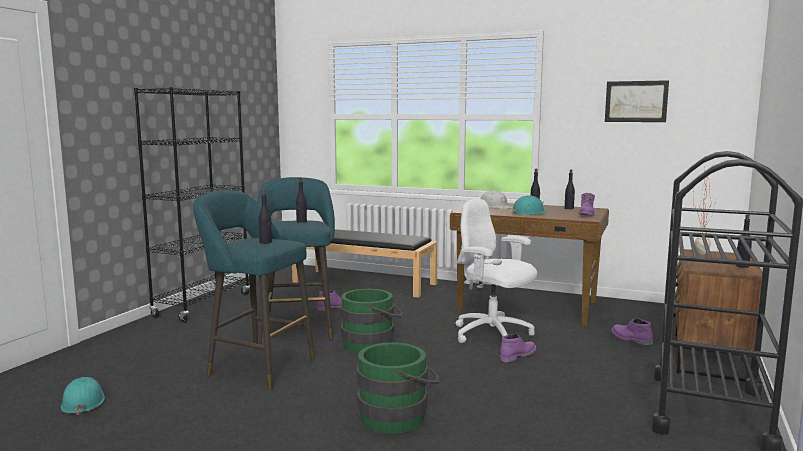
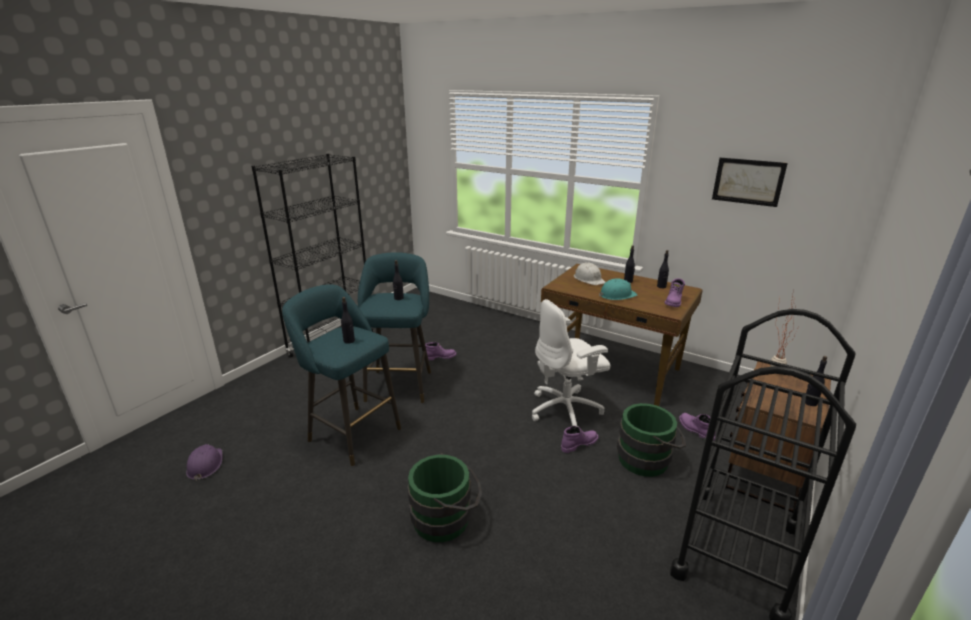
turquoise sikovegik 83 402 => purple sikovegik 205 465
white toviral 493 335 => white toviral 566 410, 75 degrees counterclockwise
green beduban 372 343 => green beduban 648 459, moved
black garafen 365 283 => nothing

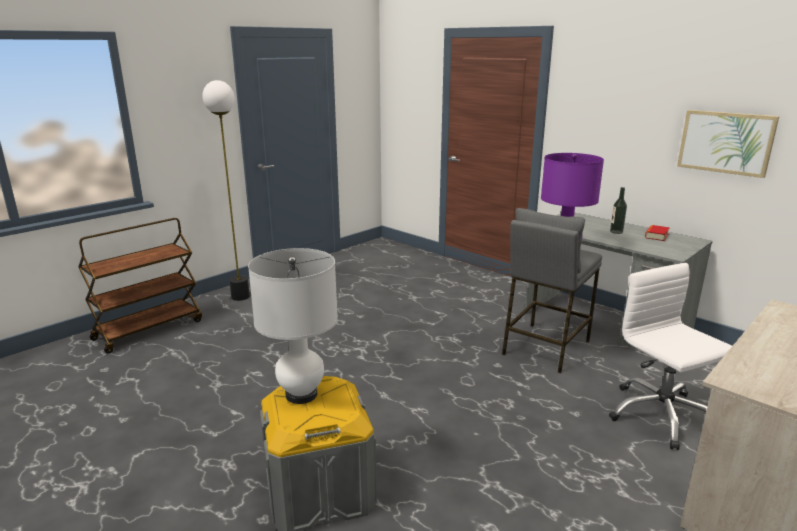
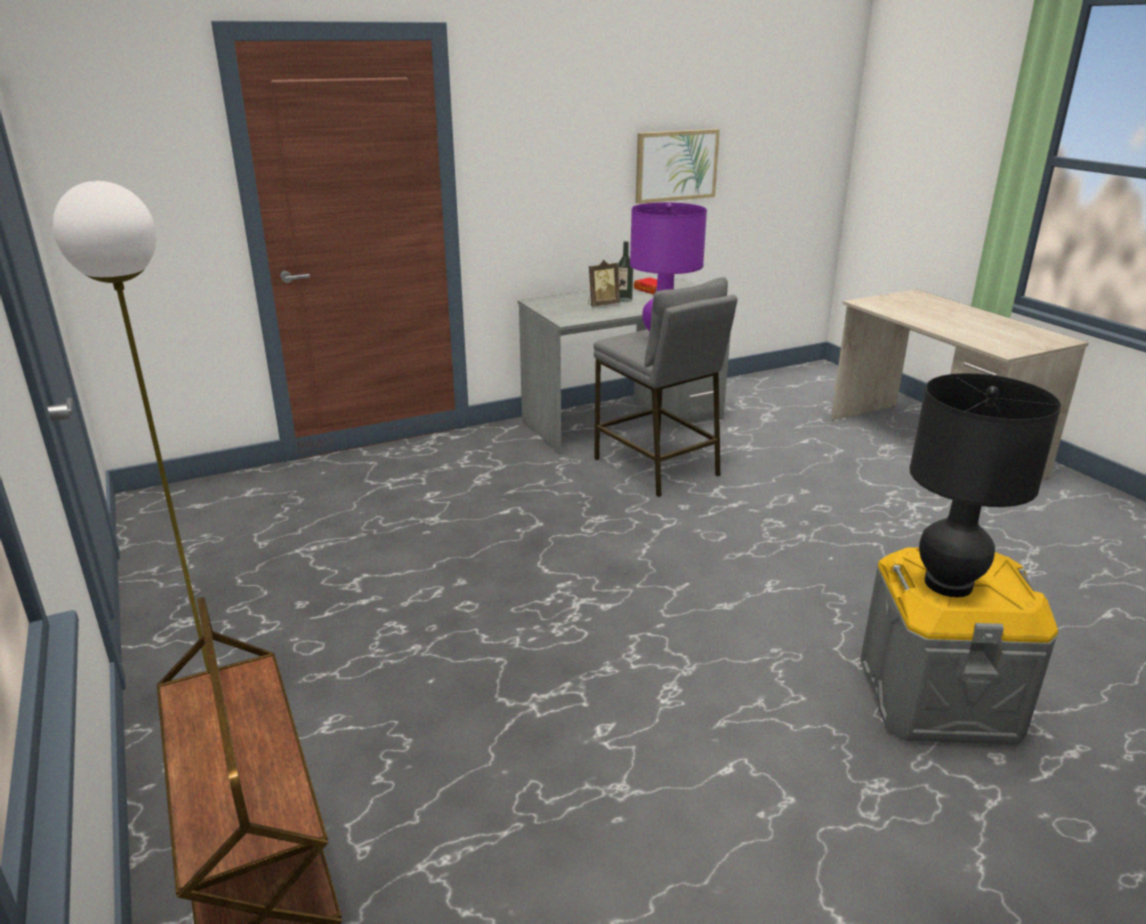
nothing => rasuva 602 304
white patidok 301 394 => black patidok 948 584
white toviral 660 415 => nothing

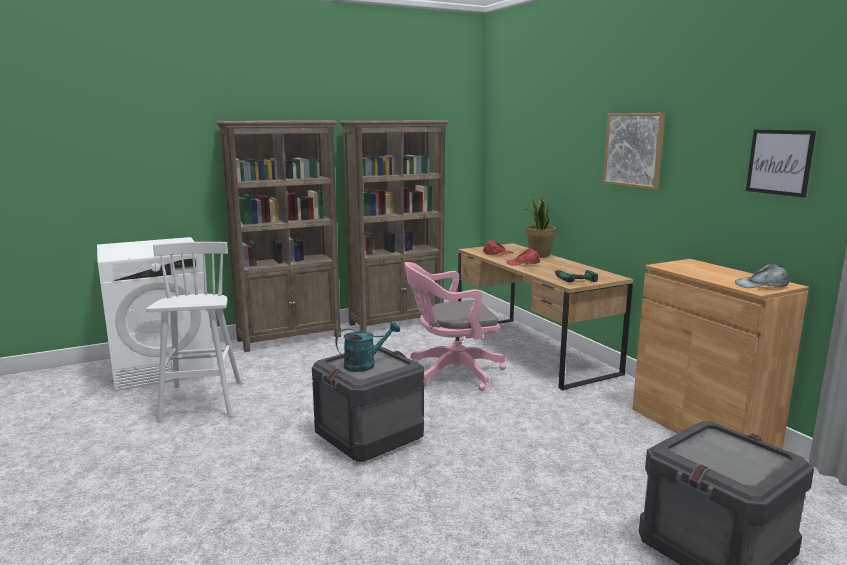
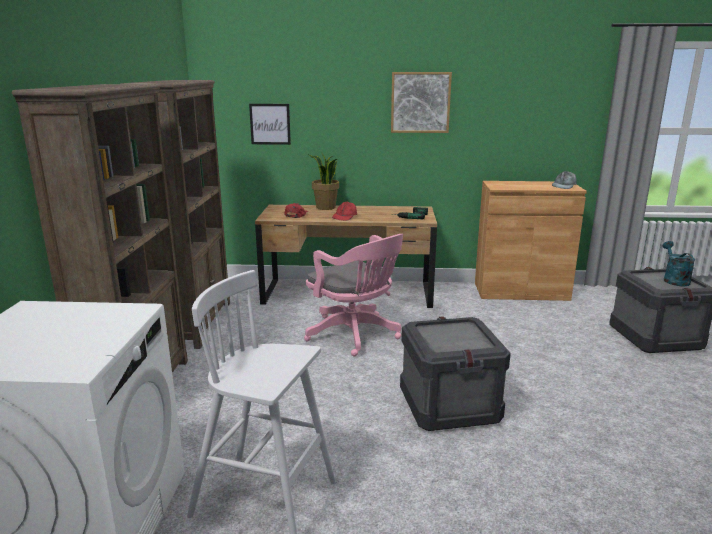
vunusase 779 162 => vunusase 270 124, moved
pink toviral 451 373 => pink toviral 356 335, 60 degrees counterclockwise
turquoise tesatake 365 364 => turquoise tesatake 674 279, moved

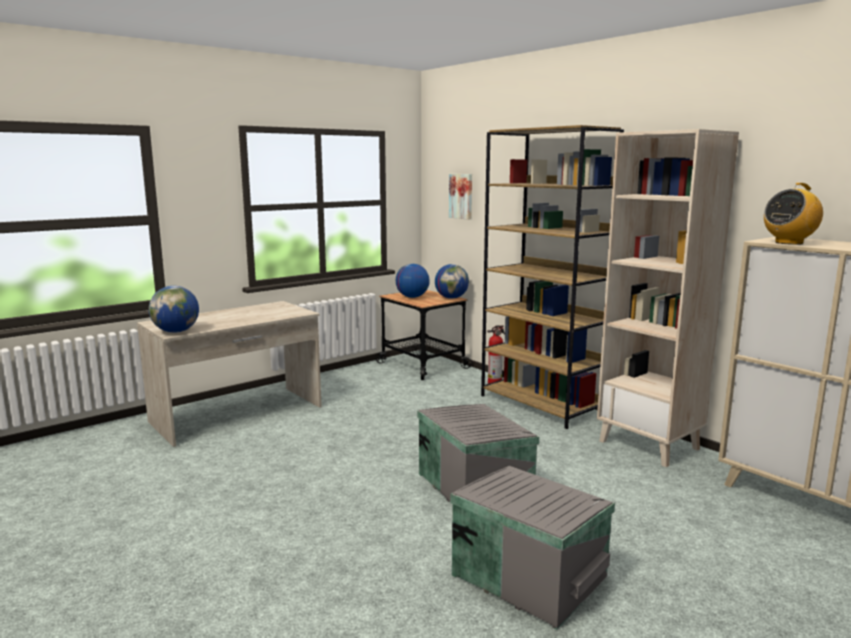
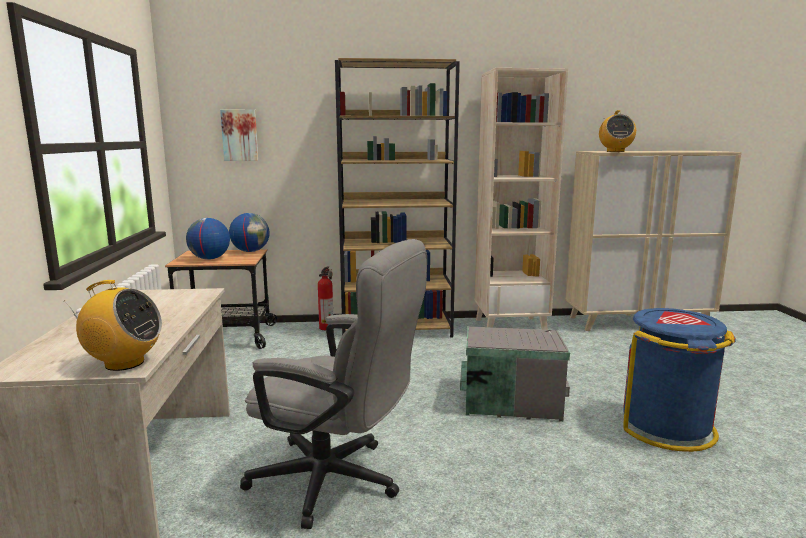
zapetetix 176 331 => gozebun 124 363
nothing => grey toviral 337 482
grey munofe 529 574 => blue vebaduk 667 427

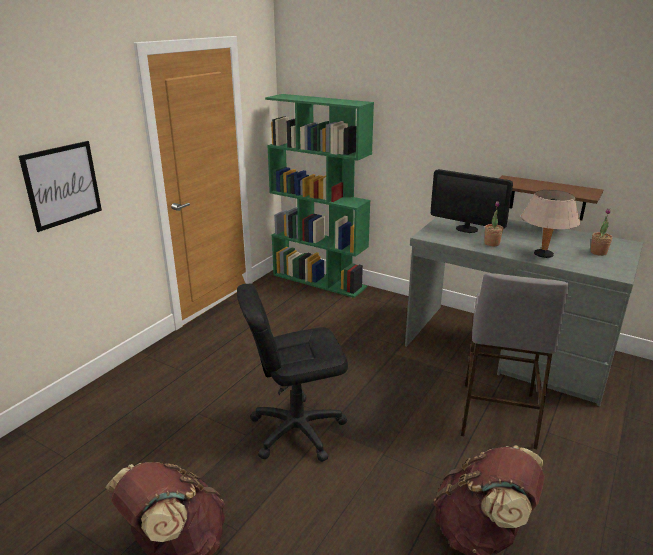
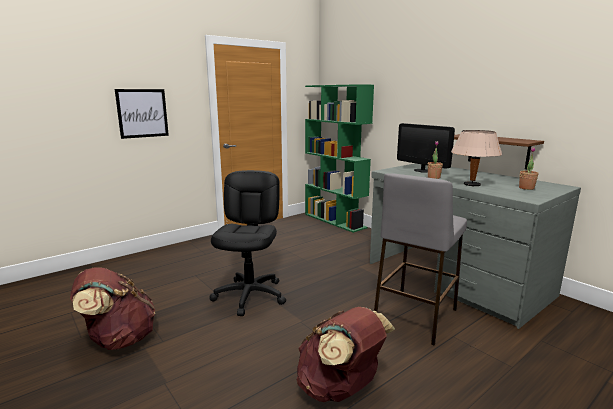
black toviral 297 430 => black toviral 250 296, 90 degrees clockwise

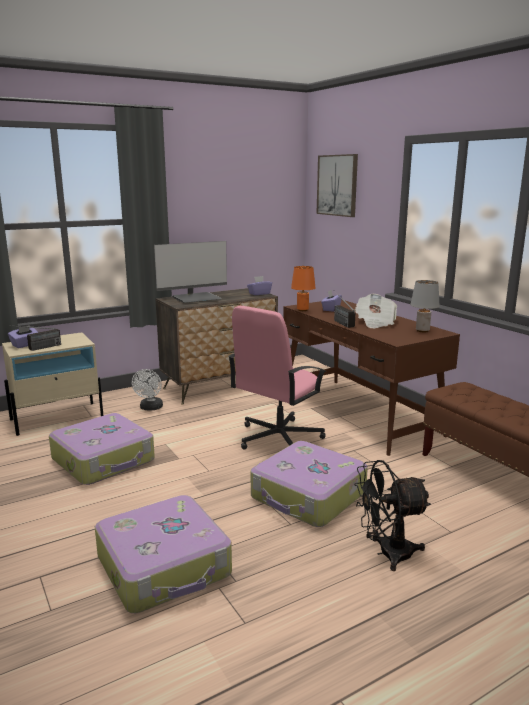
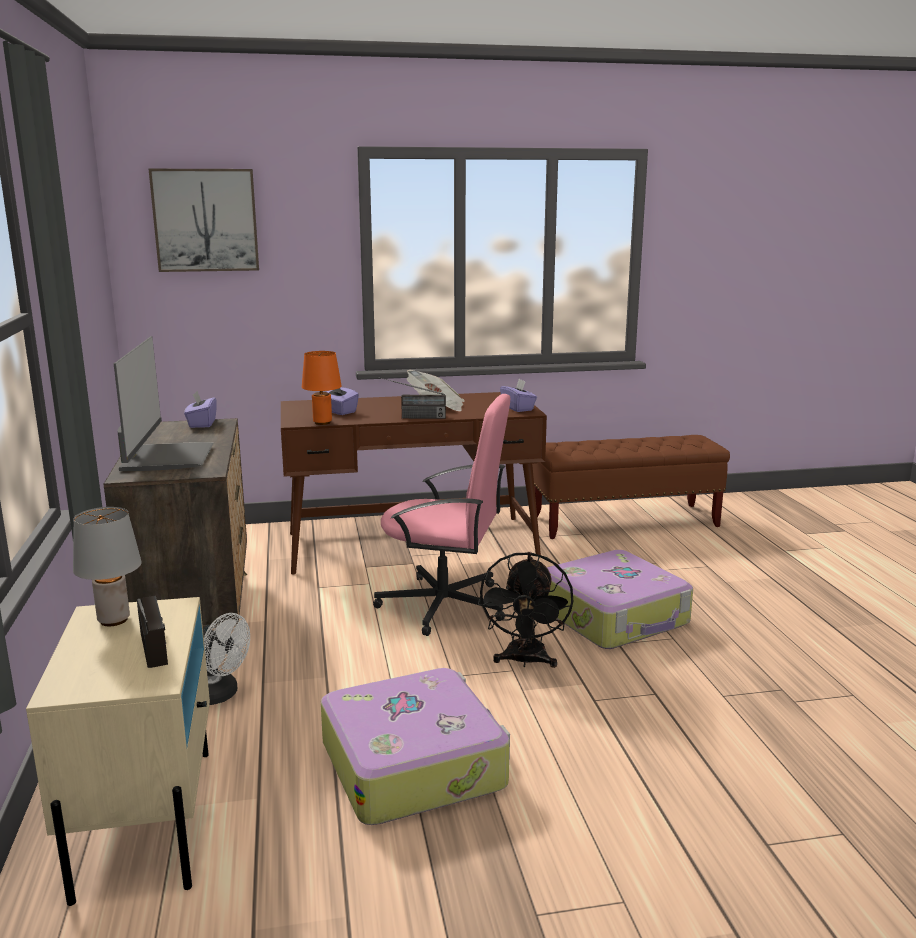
grey patidok 423 331 => grey patidok 114 620, moved
pink toviral 278 438 => pink toviral 445 605, 45 degrees counterclockwise
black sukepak 387 553 => black sukepak 525 661, moved
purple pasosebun 25 345 => purple pasosebun 518 408, moved
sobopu 165 566 => nothing

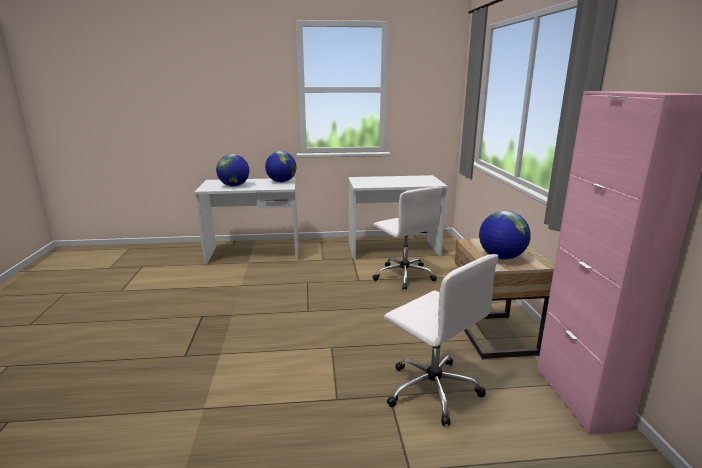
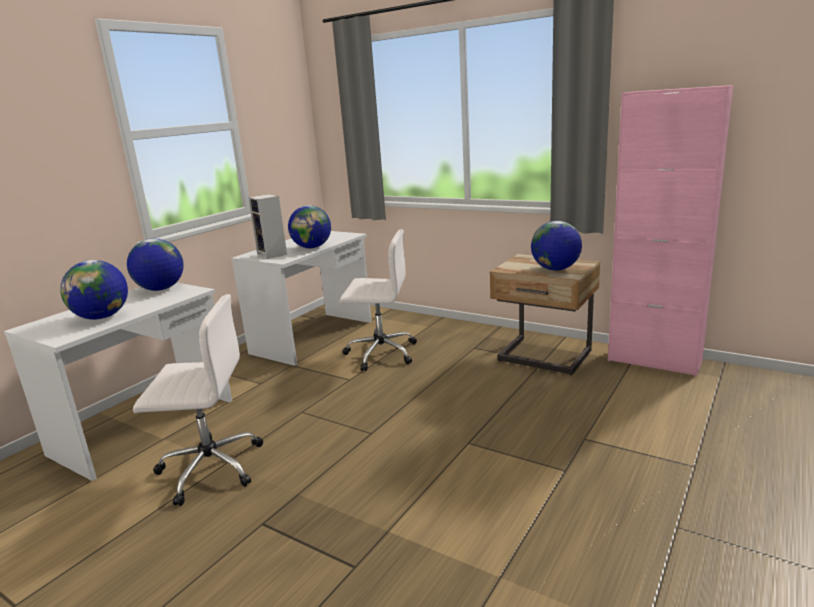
white toviral 431 389 => white toviral 209 467, moved
nothing => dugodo 273 254
nothing => zapetetix 312 247

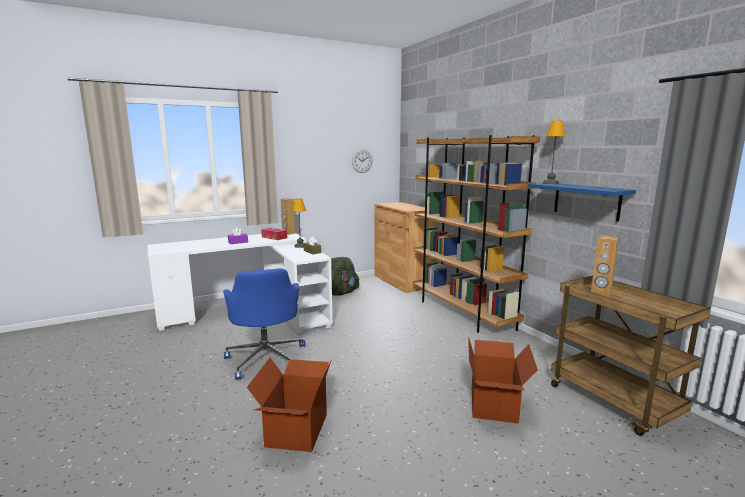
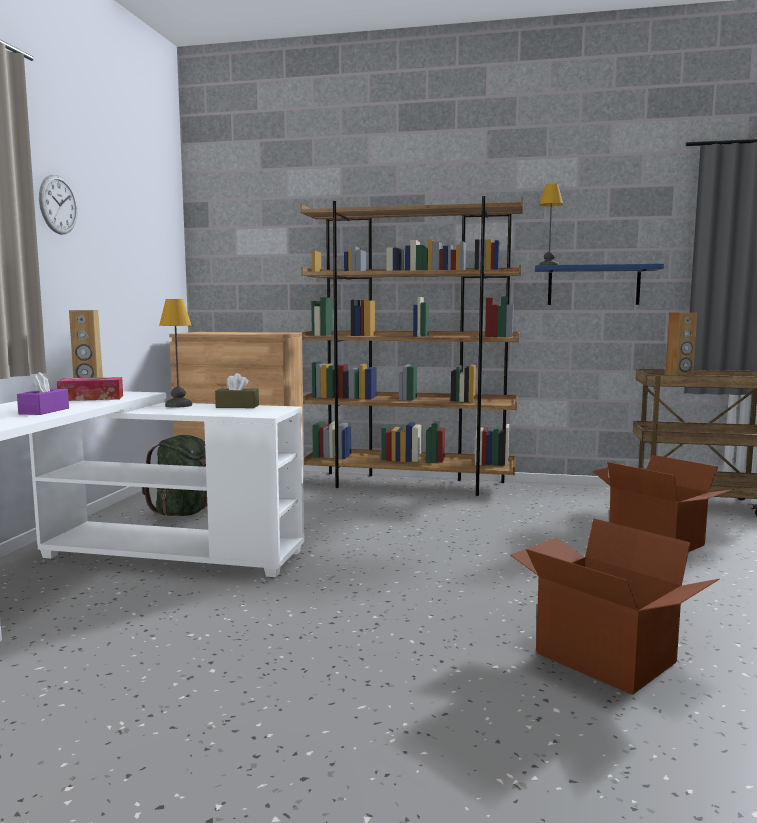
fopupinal 362 161 => fopupinal 58 204, moved
blue toviral 266 358 => nothing

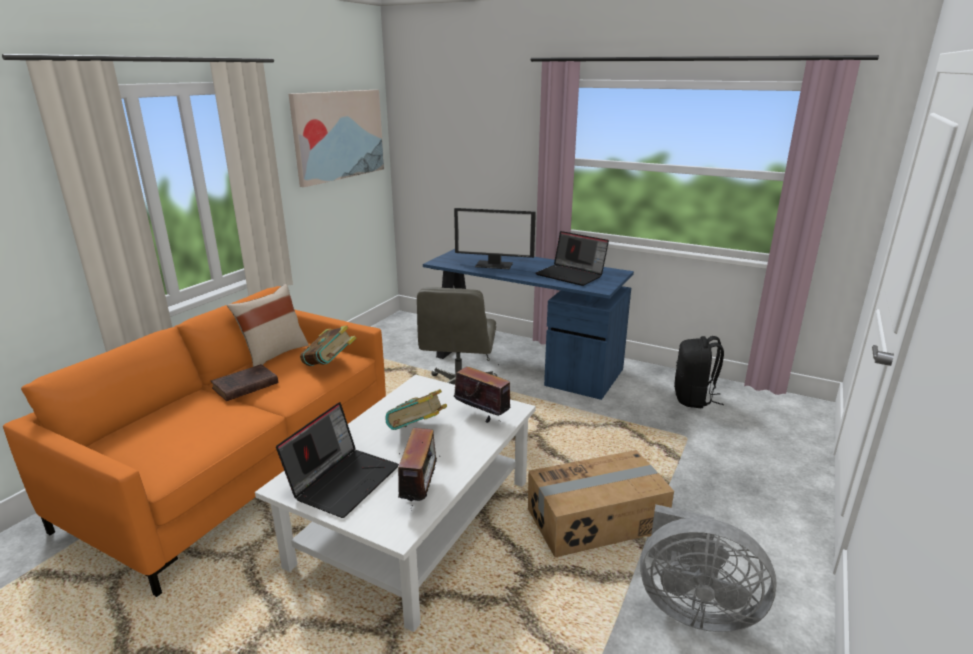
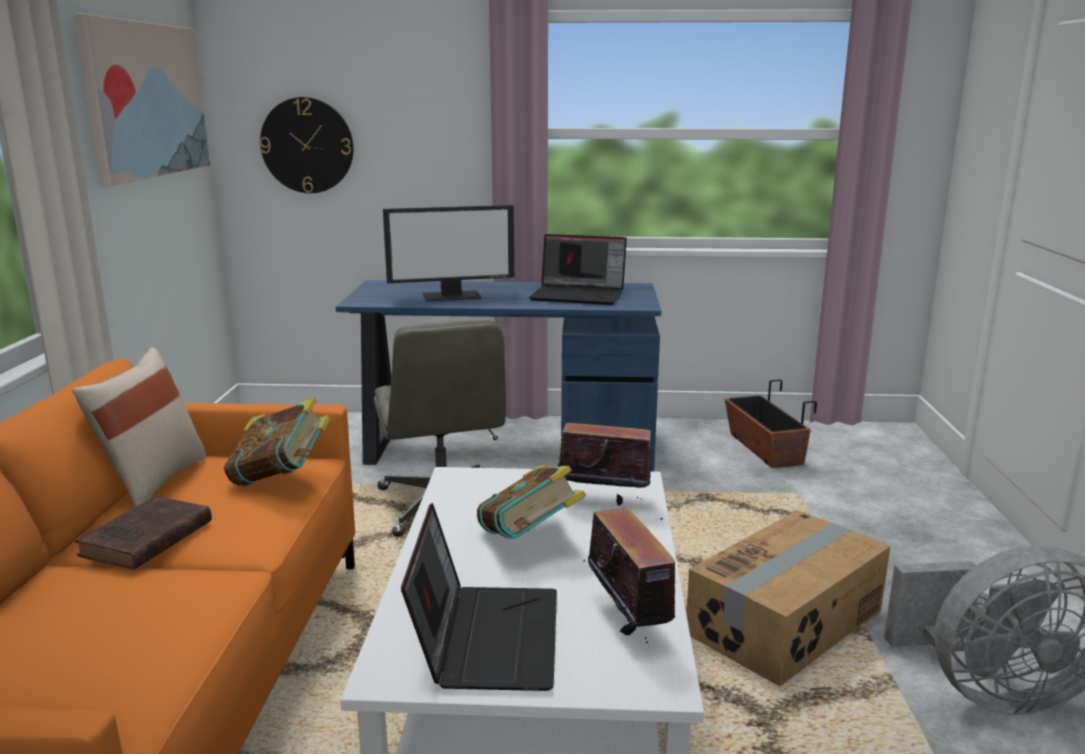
nothing => fopupinal 307 145
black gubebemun 693 399 => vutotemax 764 449

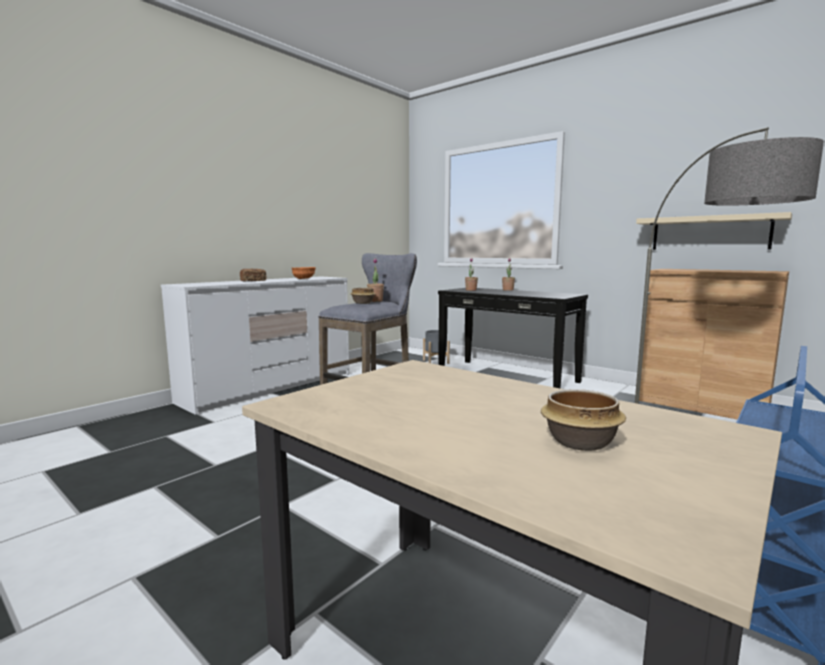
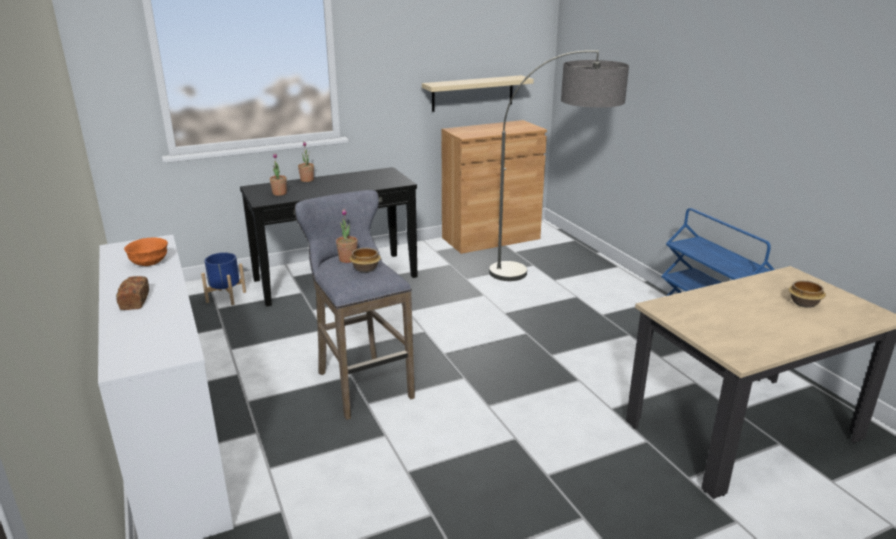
grey vutotemax 435 361 => blue vutotemax 226 297

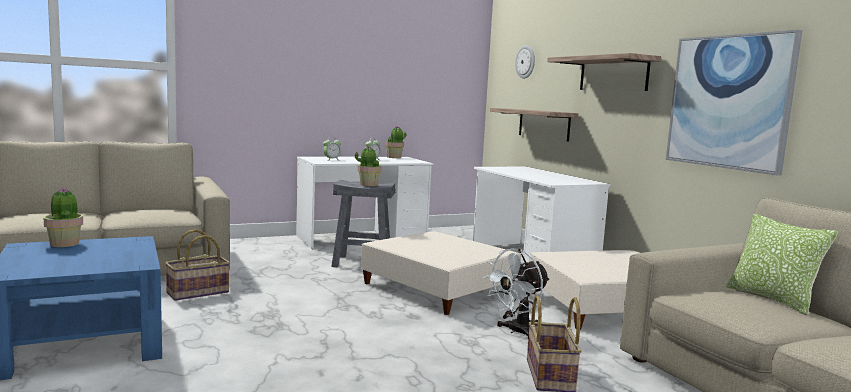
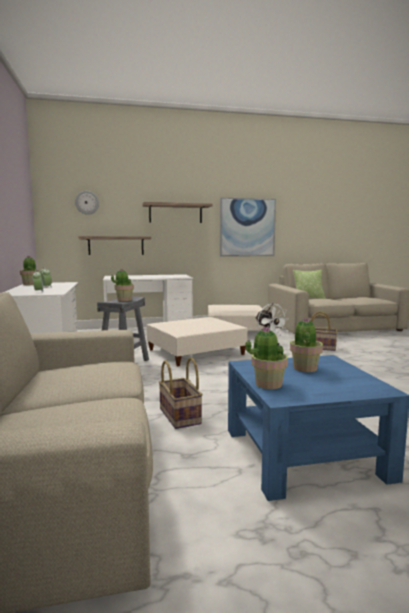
nothing => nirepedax 305 368

